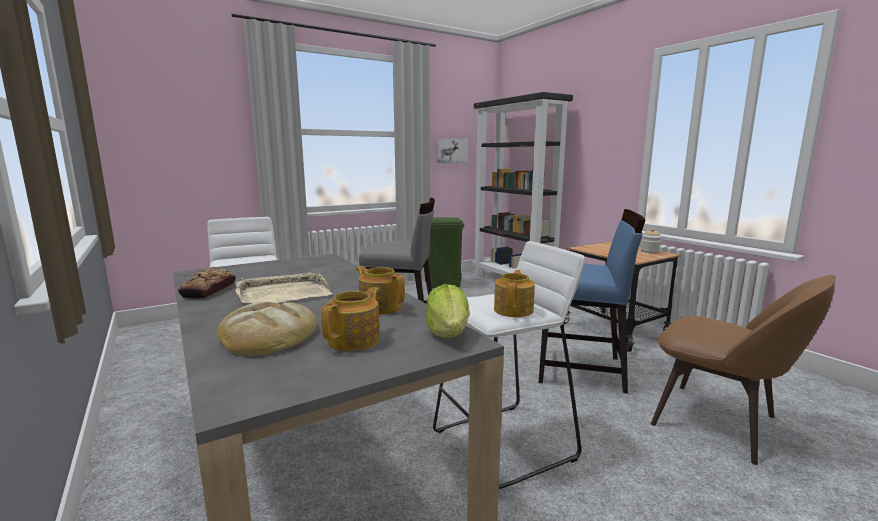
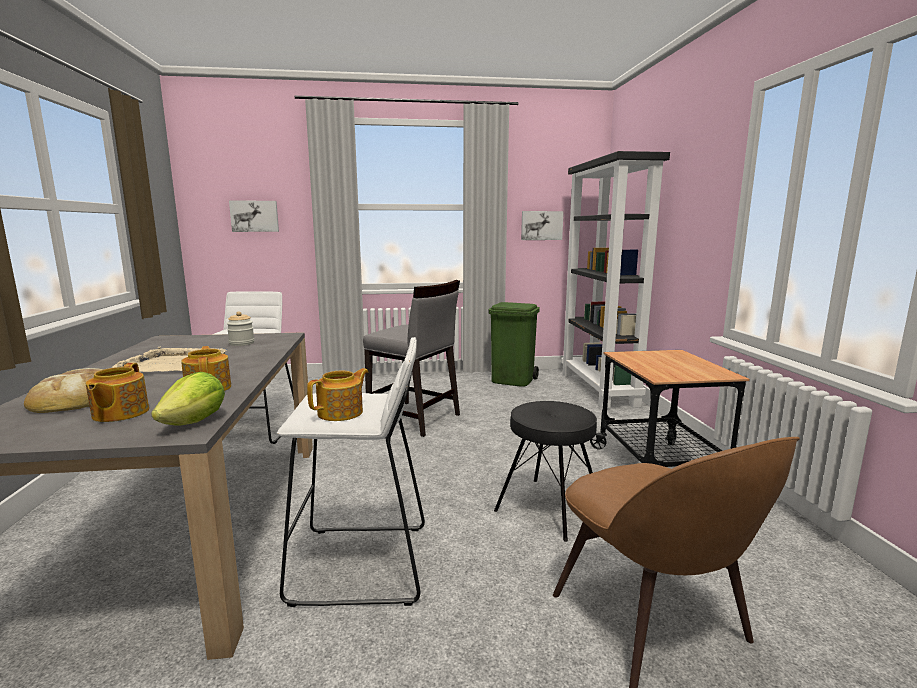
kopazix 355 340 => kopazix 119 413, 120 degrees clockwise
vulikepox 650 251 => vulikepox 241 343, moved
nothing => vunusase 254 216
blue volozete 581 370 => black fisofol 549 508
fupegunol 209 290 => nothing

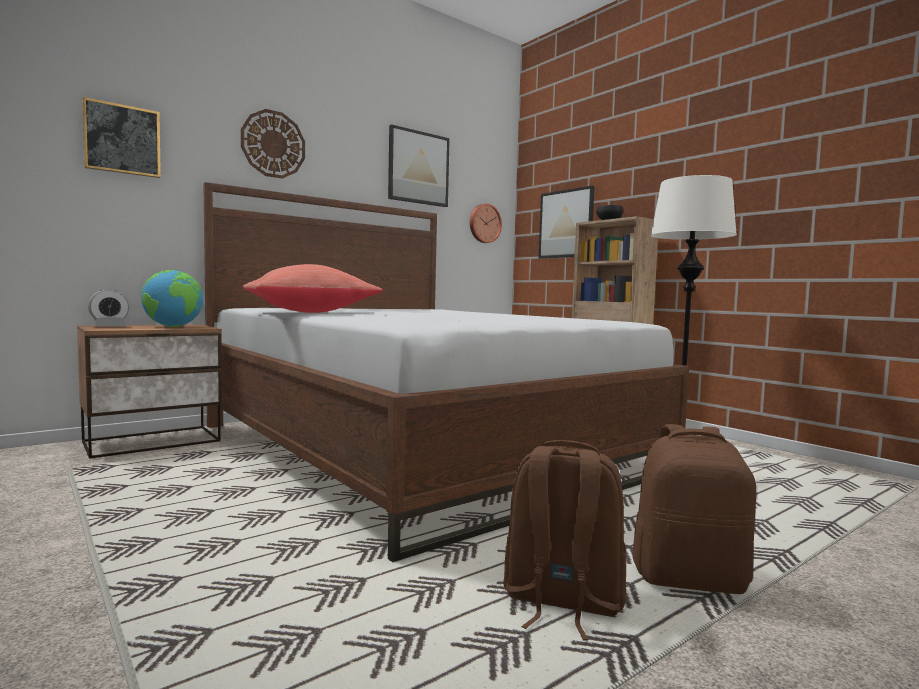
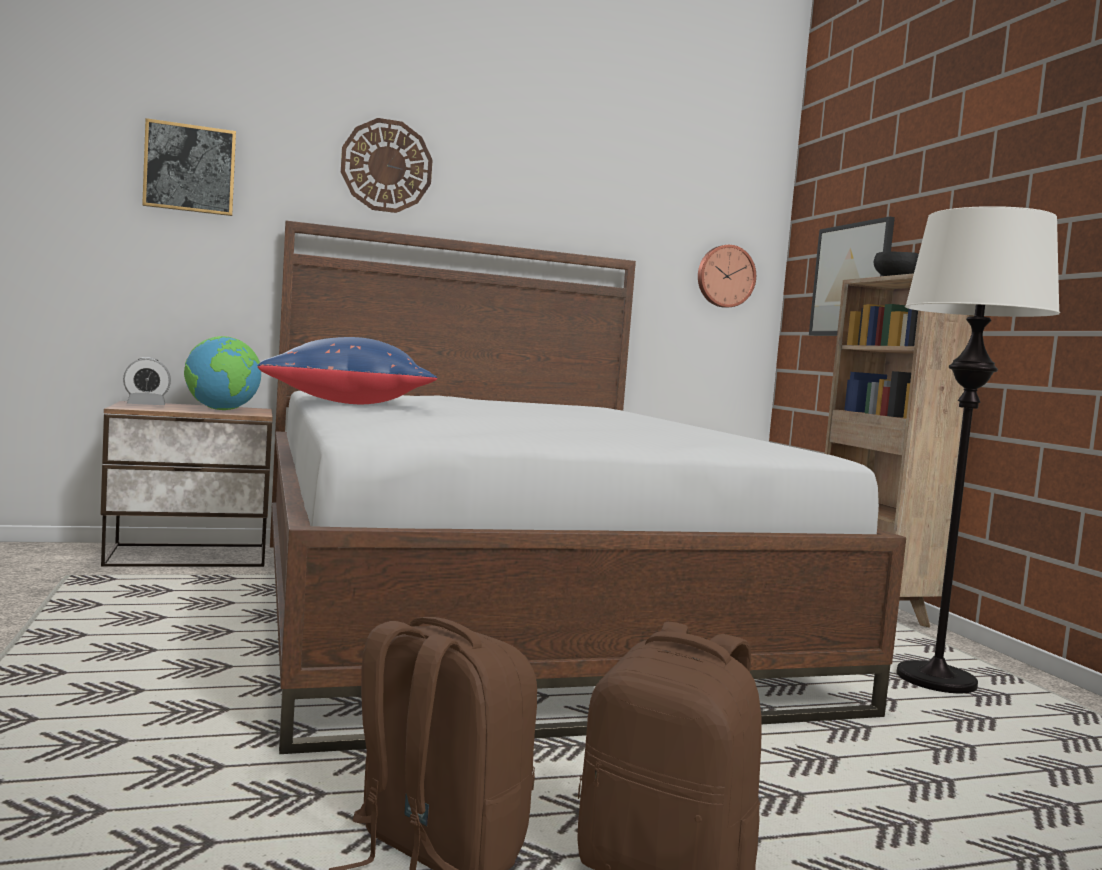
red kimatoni 308 312 => blue kimatoni 351 403
vunusase 418 167 => nothing

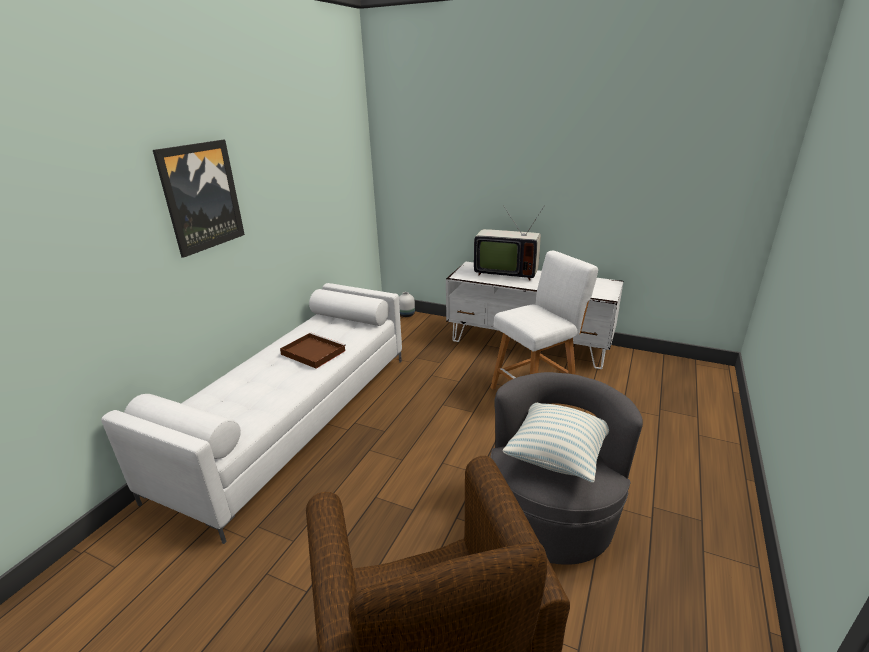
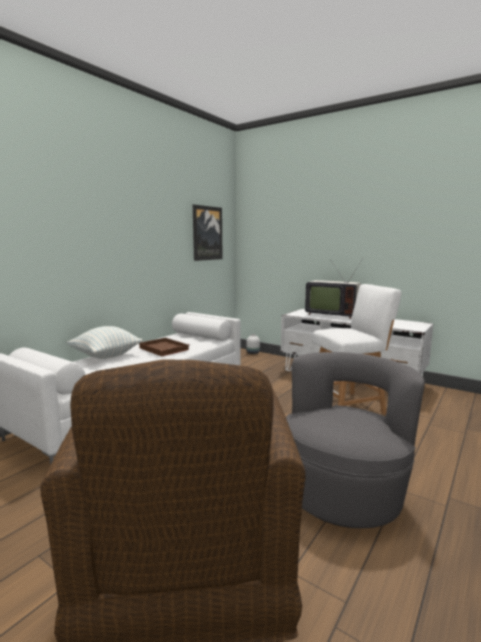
kimatoni 557 457 => kimatoni 106 356, moved
vunusase 201 197 => vunusase 207 233, moved

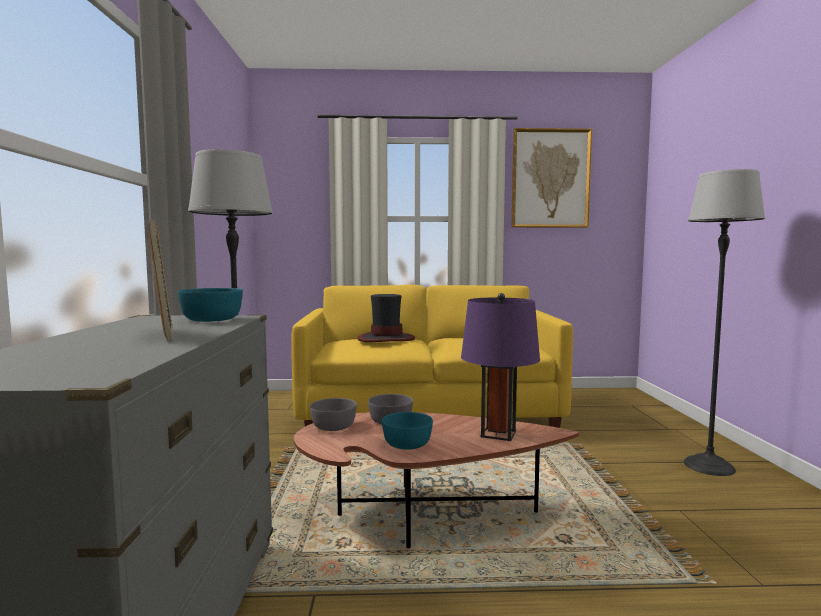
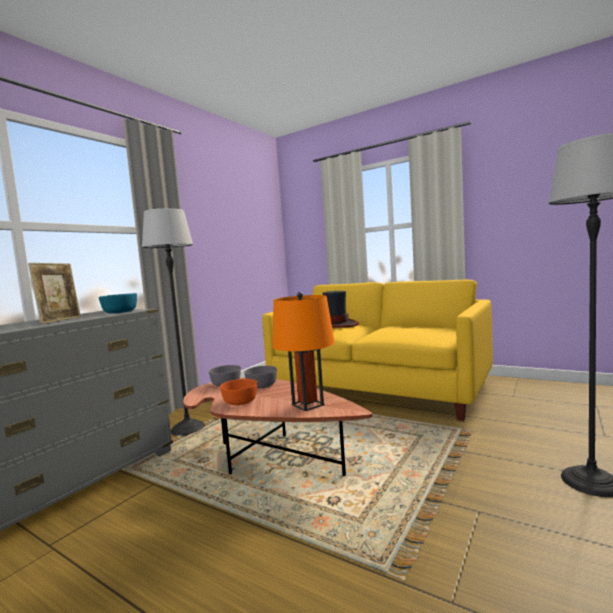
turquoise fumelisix 408 444 => orange fumelisix 240 401
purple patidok 498 434 => orange patidok 307 405
vunusase 550 179 => nothing

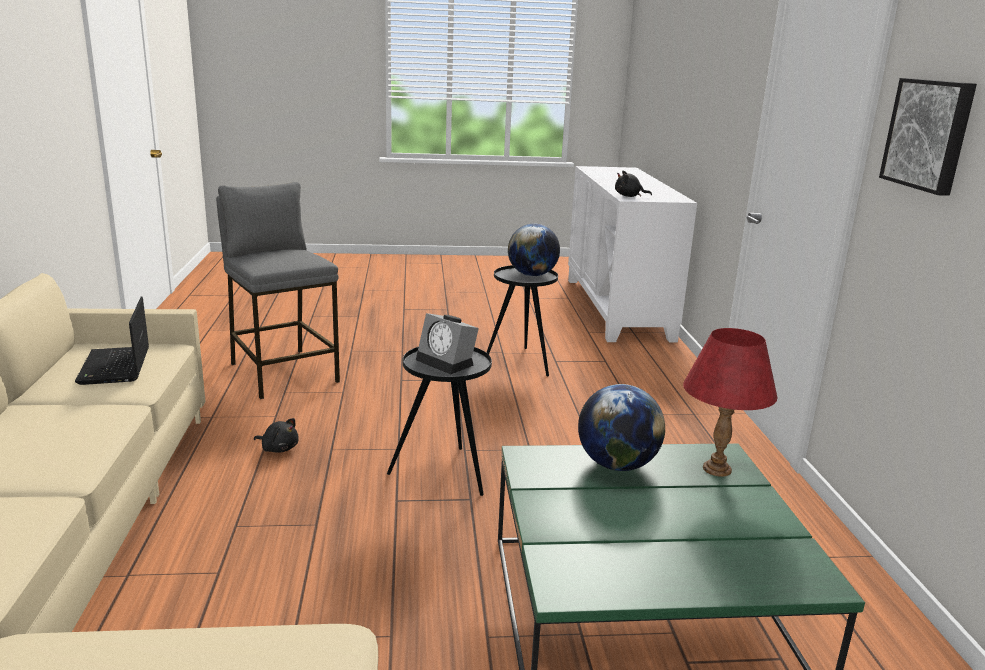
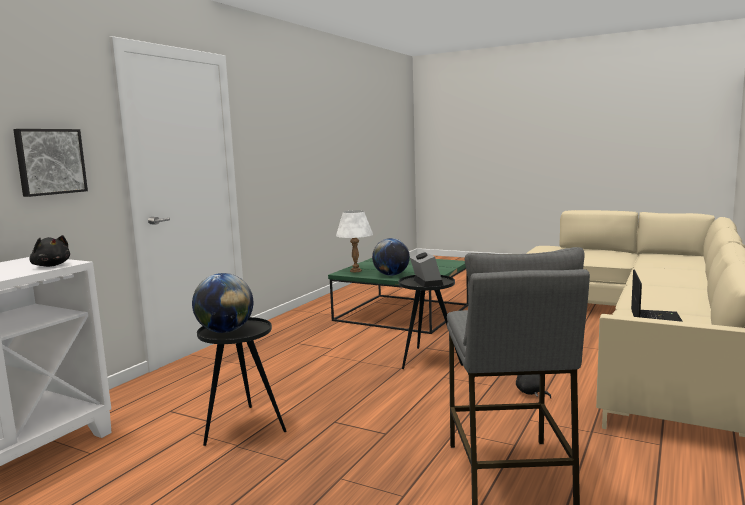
vunusase 929 134 => vunusase 50 161, moved
red patidok 716 469 => white patidok 356 271

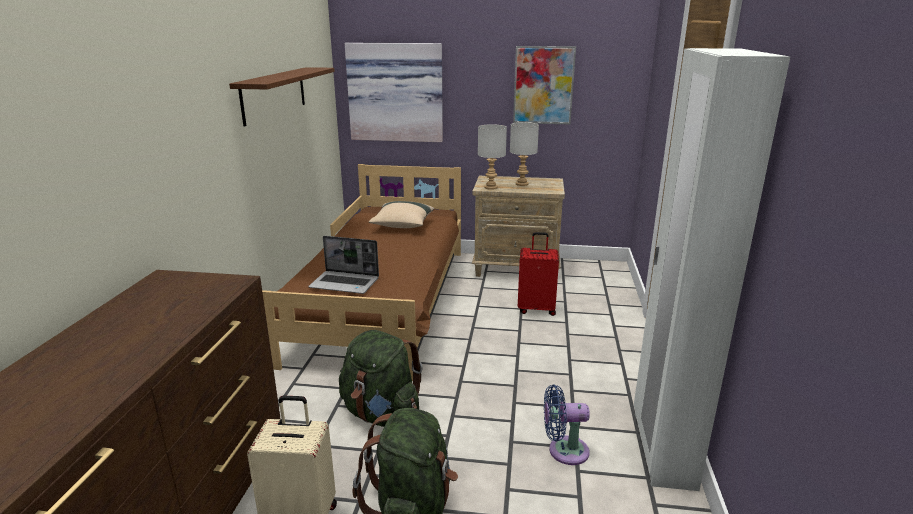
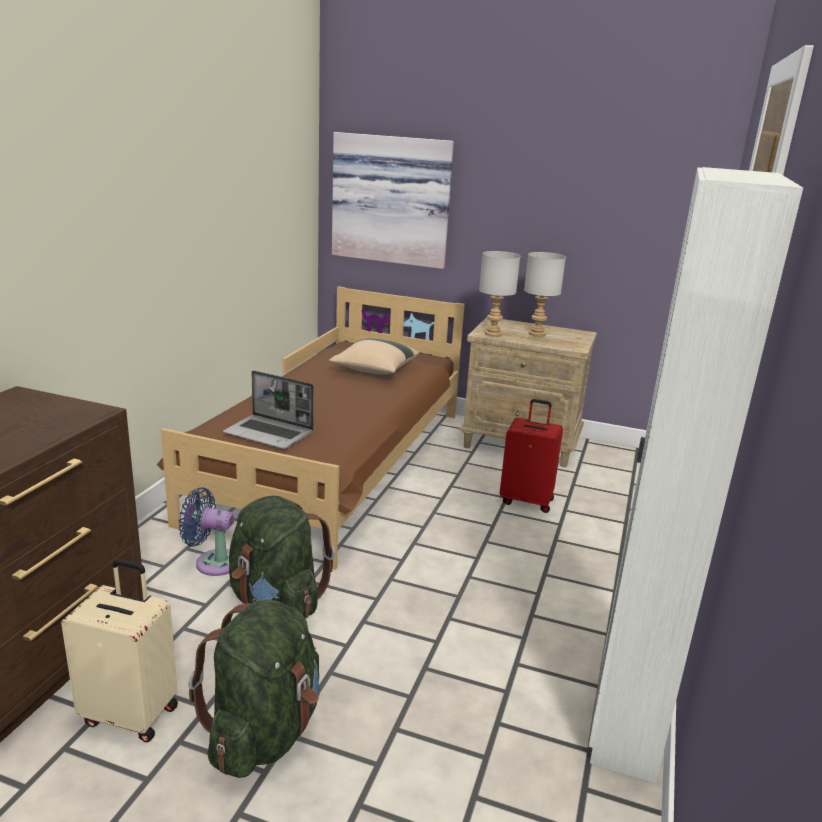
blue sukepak 564 450 => blue sukepak 213 562, moved
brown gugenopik 274 94 => nothing
vunusase 543 85 => nothing

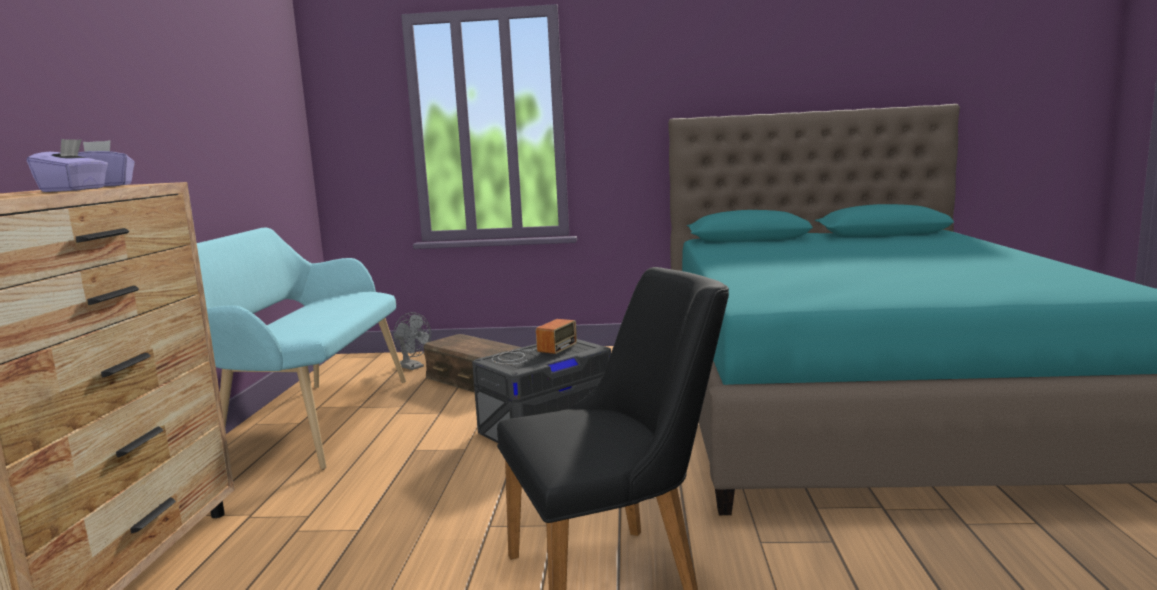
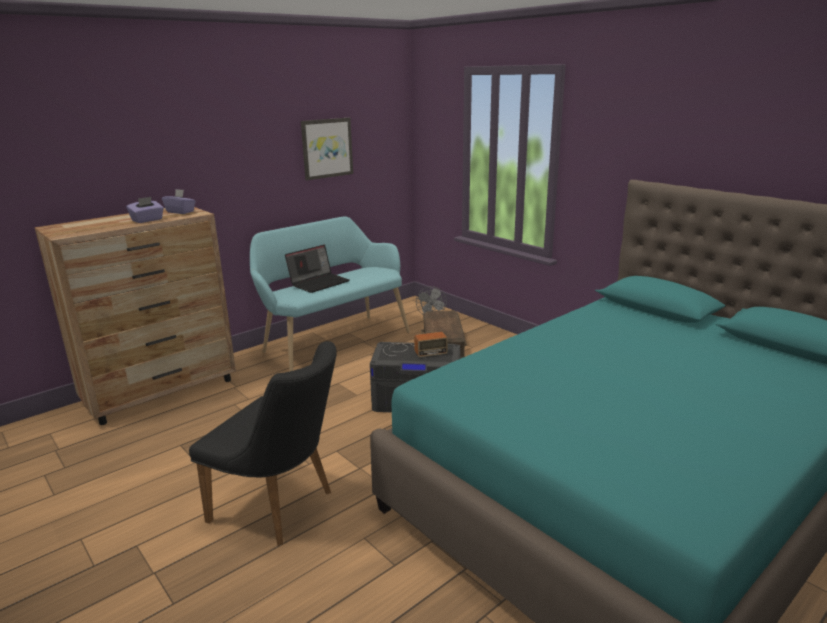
nothing => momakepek 319 282
nothing => vunusase 327 148

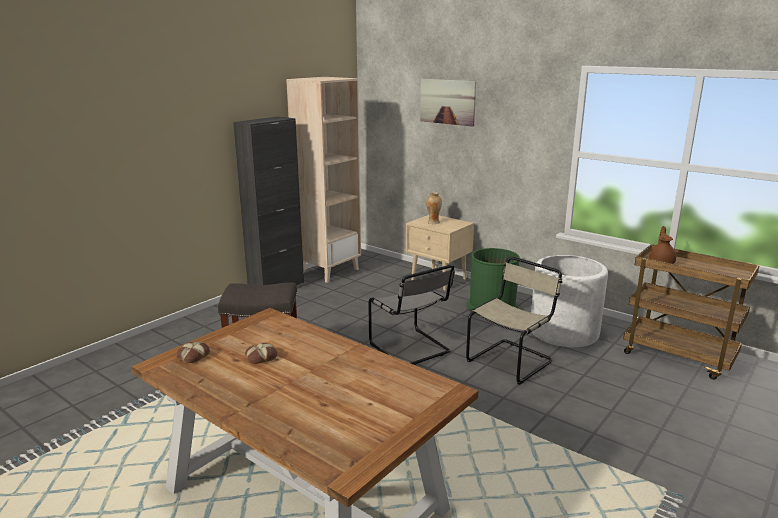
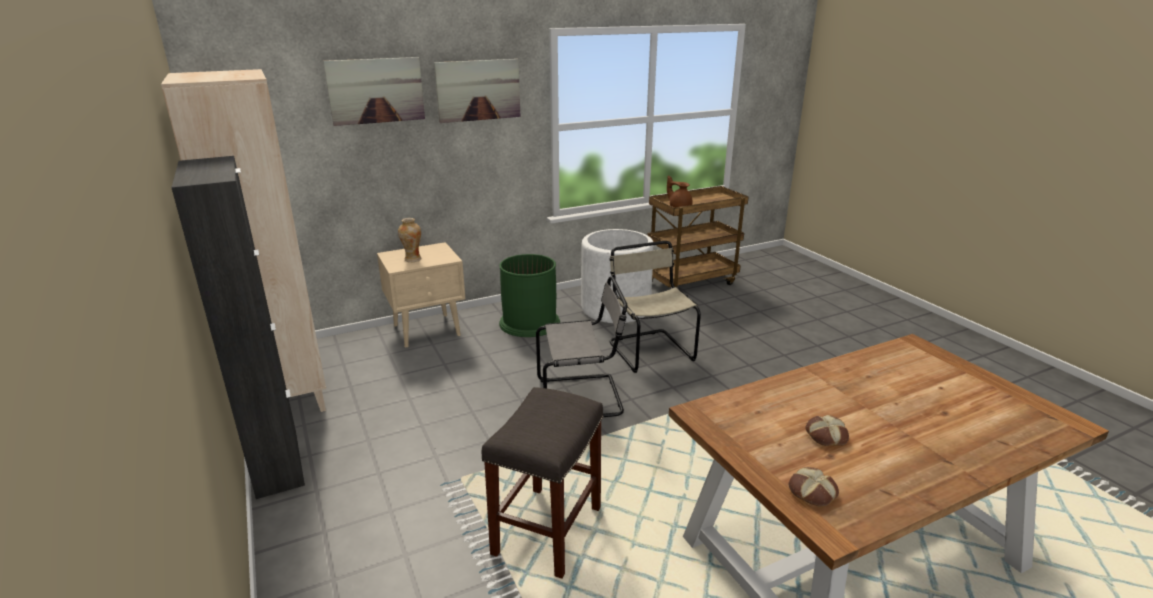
nothing => vunusase 478 90

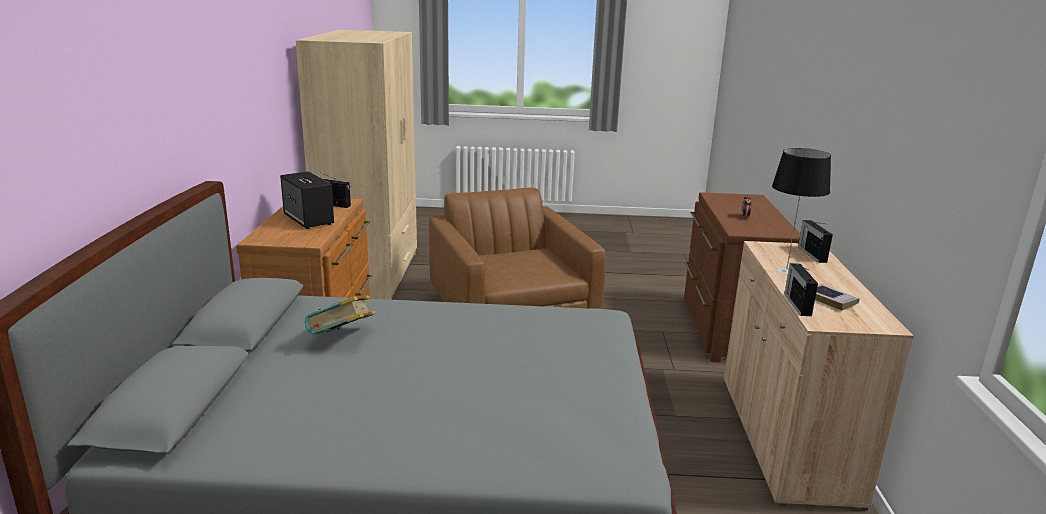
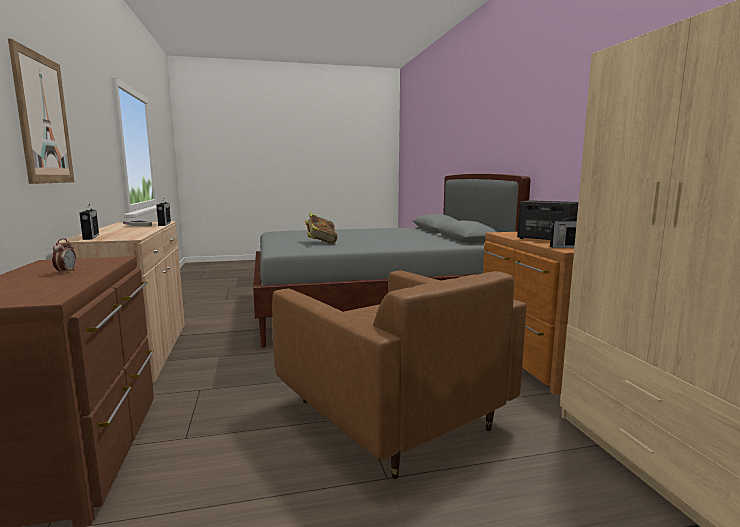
nothing => vunusase 43 119
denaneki 342 339 => denaneki 321 242, moved
patidok 785 271 => nothing

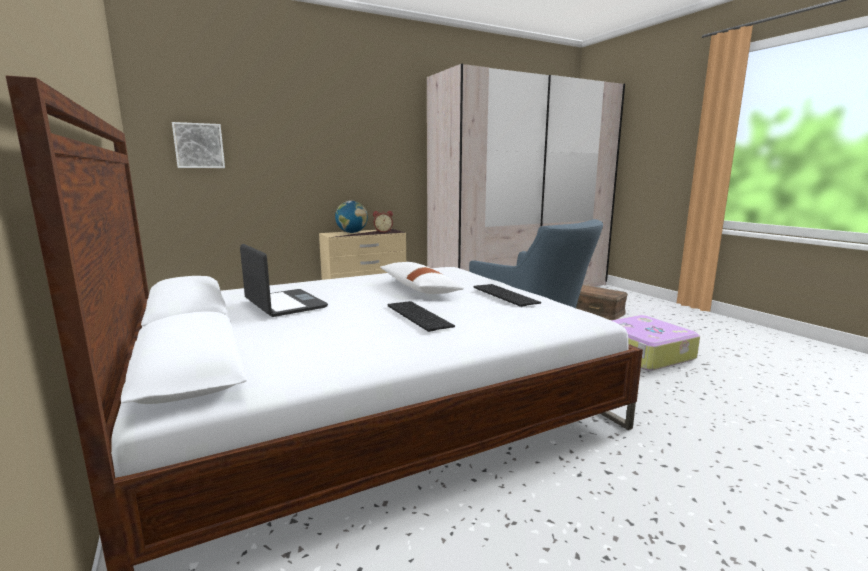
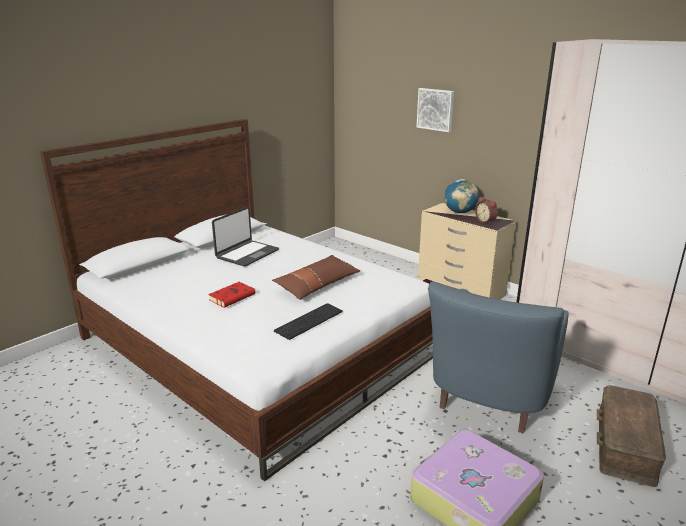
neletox 416 315 => red denaneki 233 297
white kimatoni 419 288 => brown kimatoni 317 285
vunusase 199 146 => vunusase 436 109, moved

